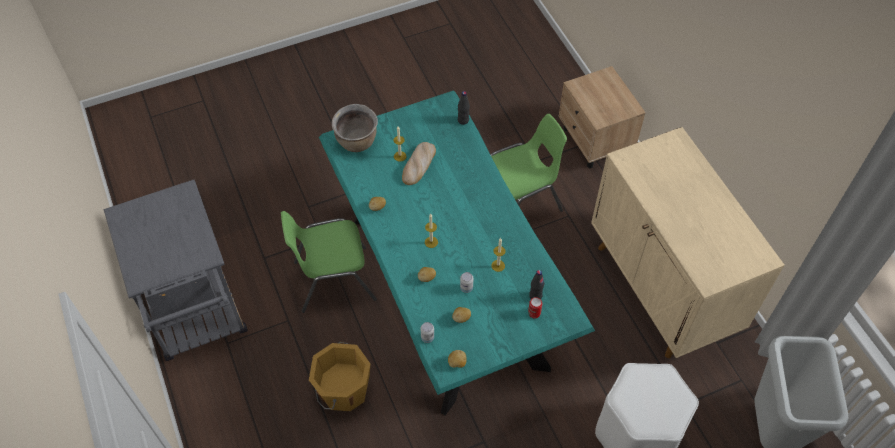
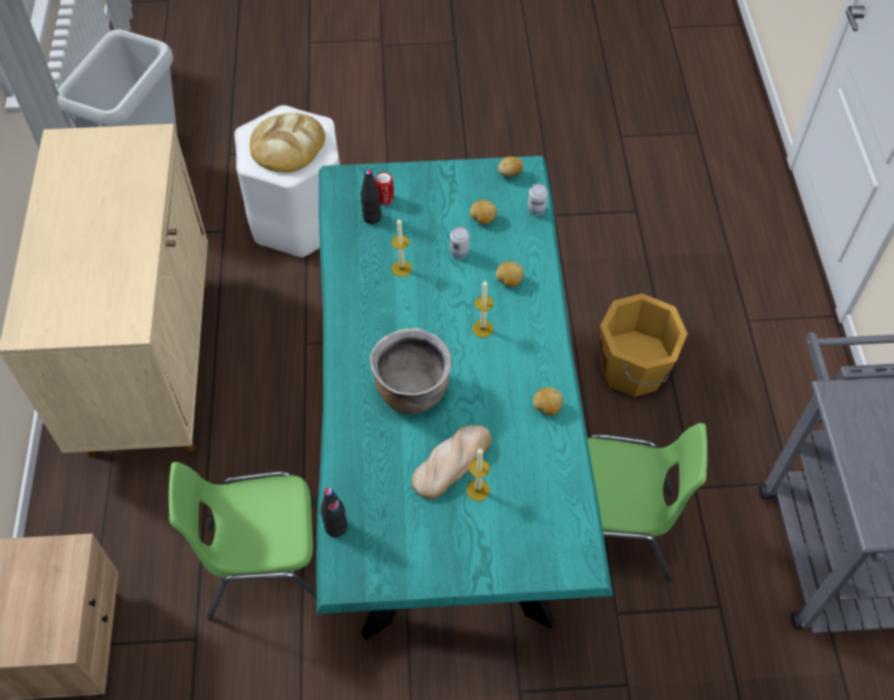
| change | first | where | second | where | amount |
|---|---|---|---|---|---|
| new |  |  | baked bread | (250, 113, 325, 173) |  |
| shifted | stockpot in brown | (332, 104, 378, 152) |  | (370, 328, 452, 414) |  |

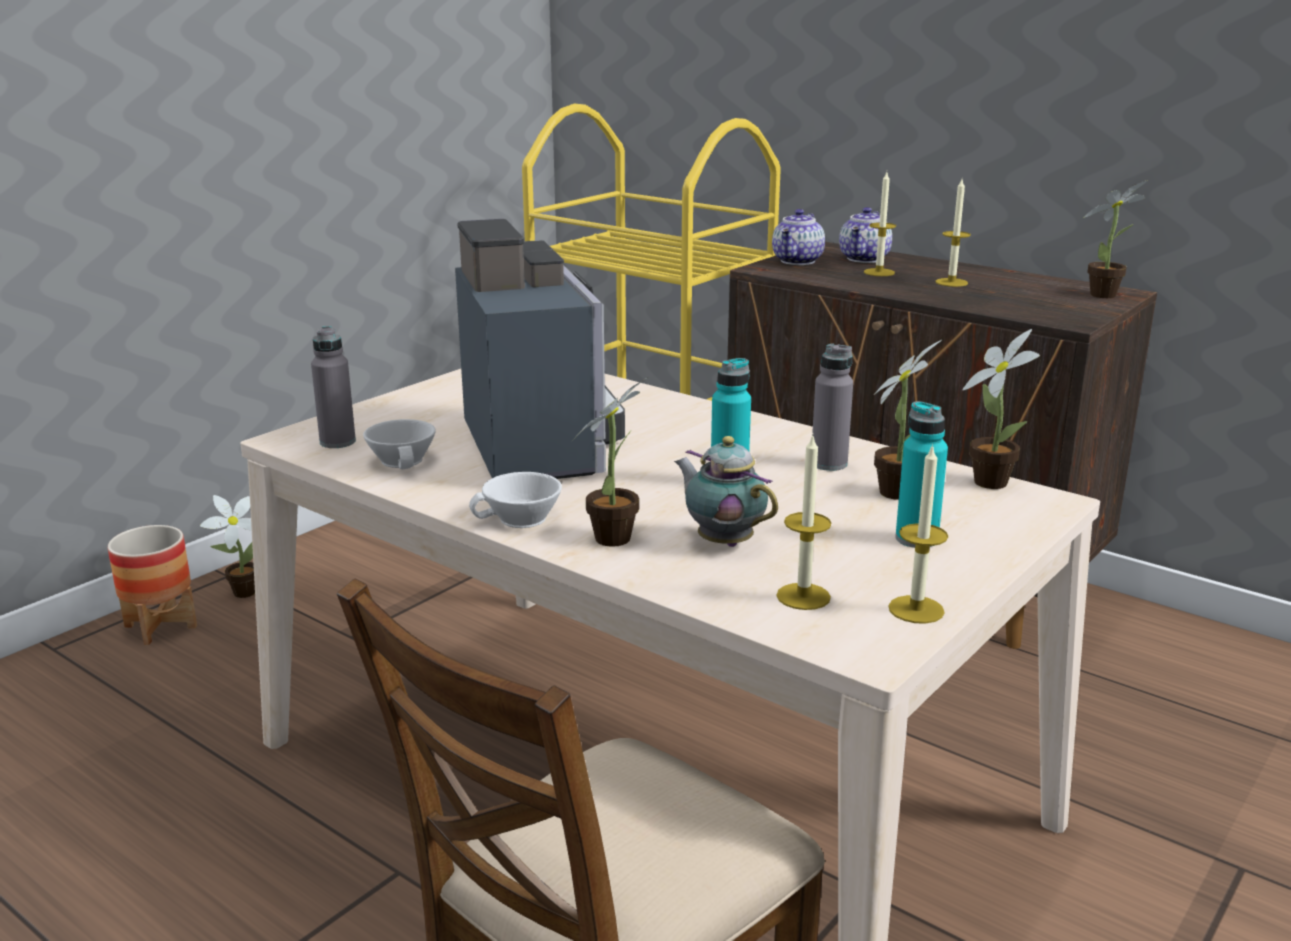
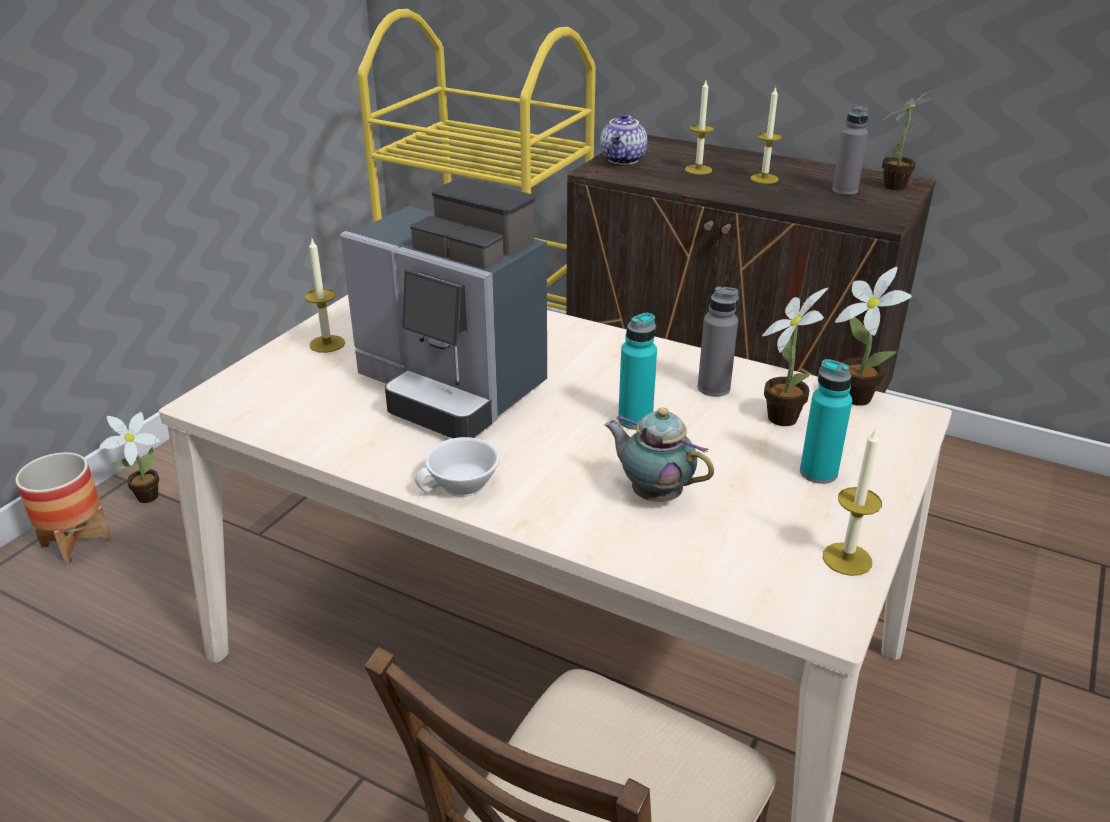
| change | first | where | second | where | amount |
|---|---|---|---|---|---|
| shifted | wax light | (776, 434, 832, 610) |  | (305, 239, 345, 353) |  |
| rotated | coffee brewer | (455, 219, 625, 479) |  | (340, 178, 547, 438) | 150 degrees clockwise |
| shifted | bottle in gray | (311, 326, 356, 448) |  | (832, 105, 869, 195) |  |
| gone | cup in white | (363, 419, 436, 469) |  |  |  |
| gone | plant in a pot | (572, 377, 649, 547) |  |  |  |
| gone | teapot | (839, 207, 892, 263) |  |  |  |

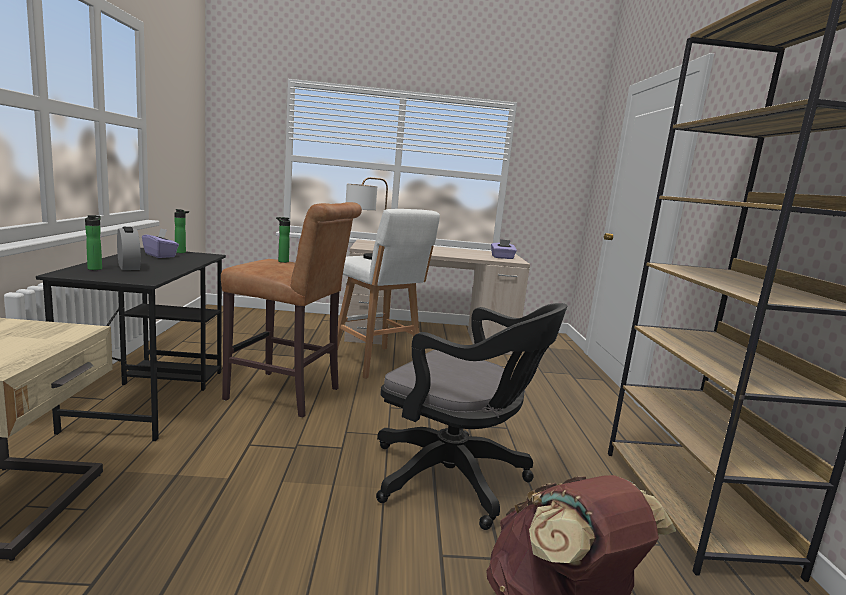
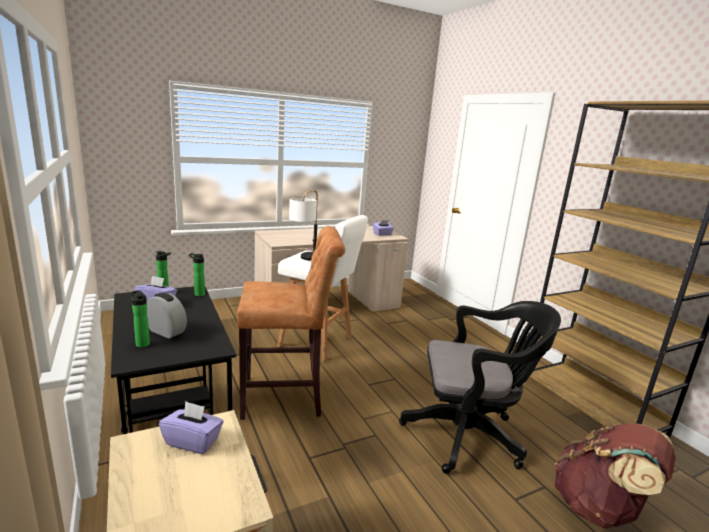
| change | first | where | second | where | amount |
|---|---|---|---|---|---|
| new |  |  | tissue holder in purple | (159, 401, 223, 454) |  |
| shifted | bottle | (276, 217, 290, 263) |  | (189, 253, 205, 297) |  |

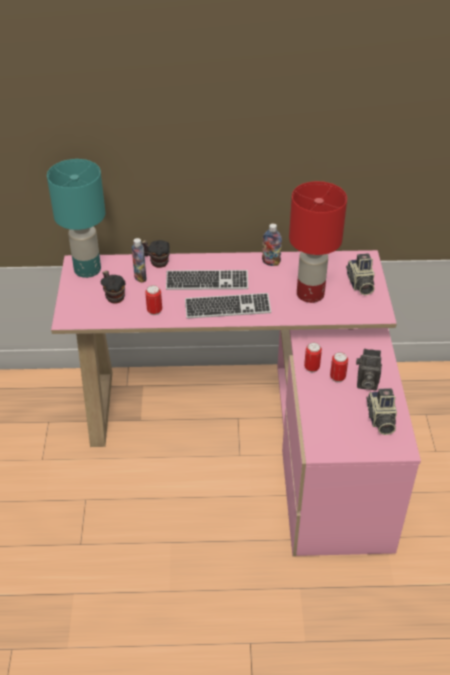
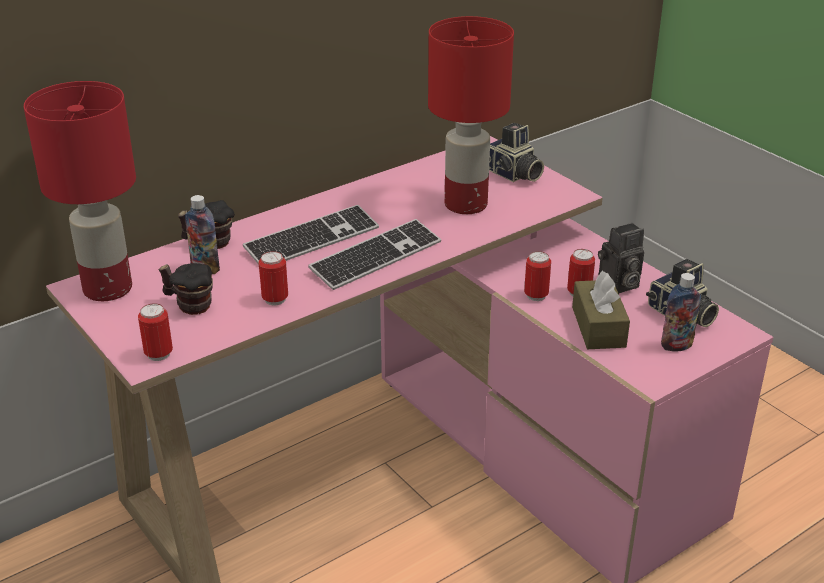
| change | first | where | second | where | amount |
|---|---|---|---|---|---|
| repainted | lamp for a table in blue-green | (47, 159, 105, 278) | lamp for a table in reddish | (24, 81, 136, 301) |  |
| new |  |  | can | (138, 303, 173, 361) |  |
| new |  |  | tissue holder in brown | (572, 271, 630, 349) |  |
| shifted | bottle | (262, 224, 282, 266) |  | (661, 273, 701, 352) |  |

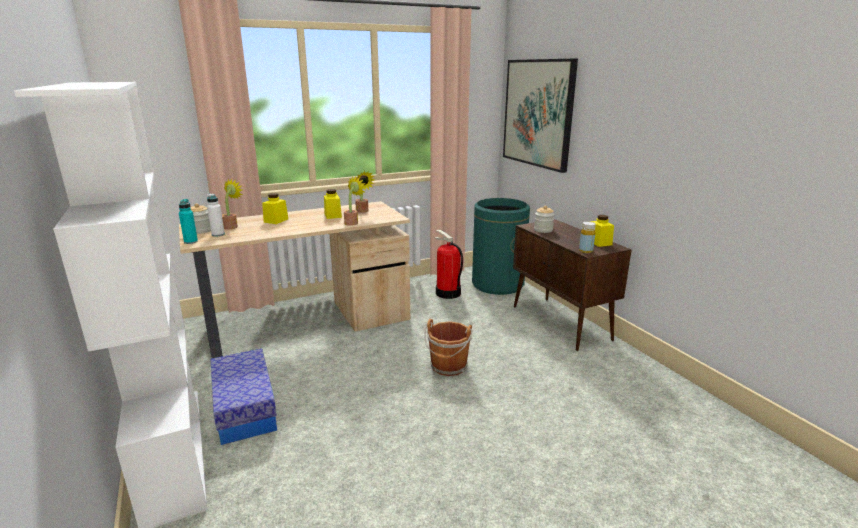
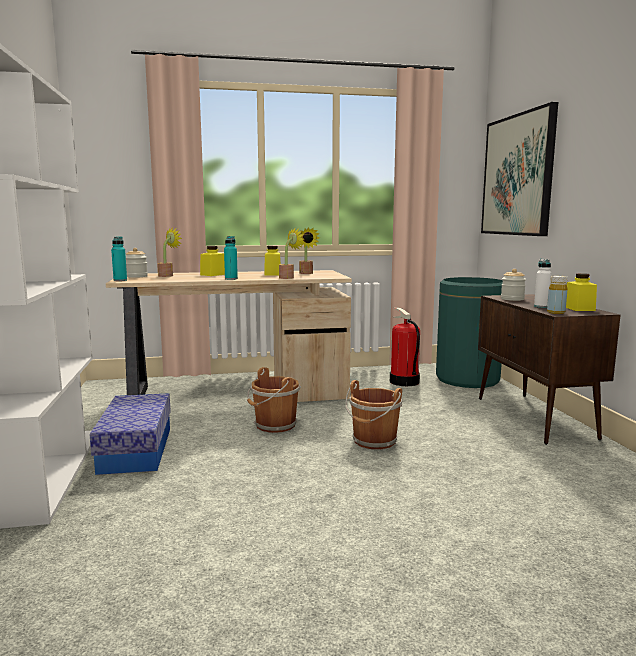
| change | first | where | second | where | amount |
|---|---|---|---|---|---|
| new |  |  | bottle in blue-green | (224, 236, 238, 280) |  |
| new |  |  | pail in brown | (247, 367, 301, 433) |  |
| shifted | bottle in white | (207, 194, 225, 237) |  | (534, 259, 552, 308) |  |

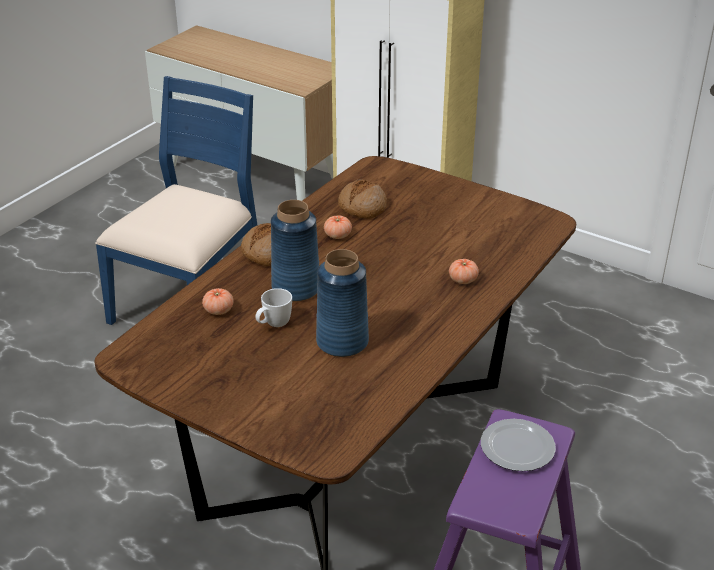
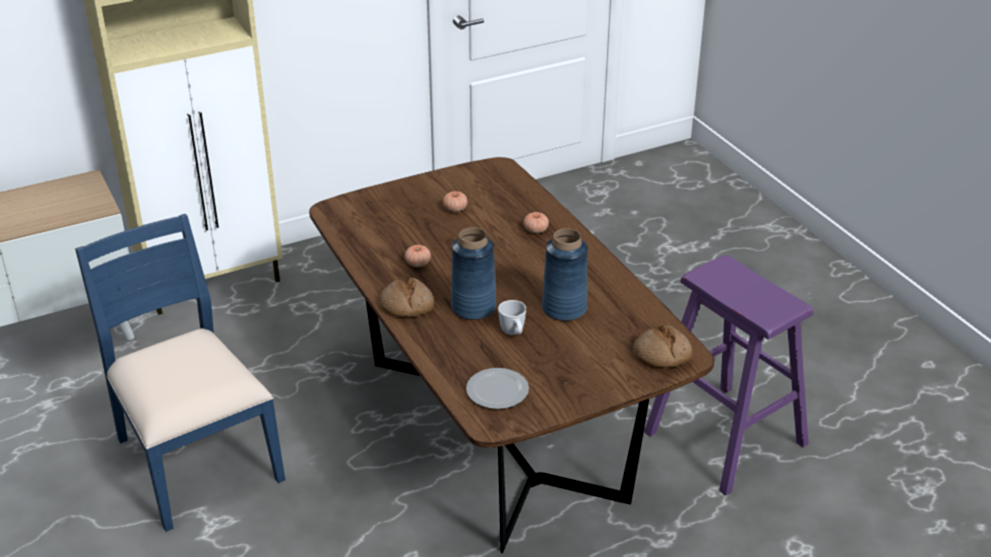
| change | first | where | second | where | amount |
|---|---|---|---|---|---|
| shifted | fresh tomato | (202, 288, 234, 315) |  | (443, 191, 468, 212) |  |
| shifted | flat dish | (481, 419, 556, 471) |  | (466, 368, 529, 409) |  |
| shifted | baked bread | (338, 179, 387, 219) |  | (633, 325, 692, 368) |  |

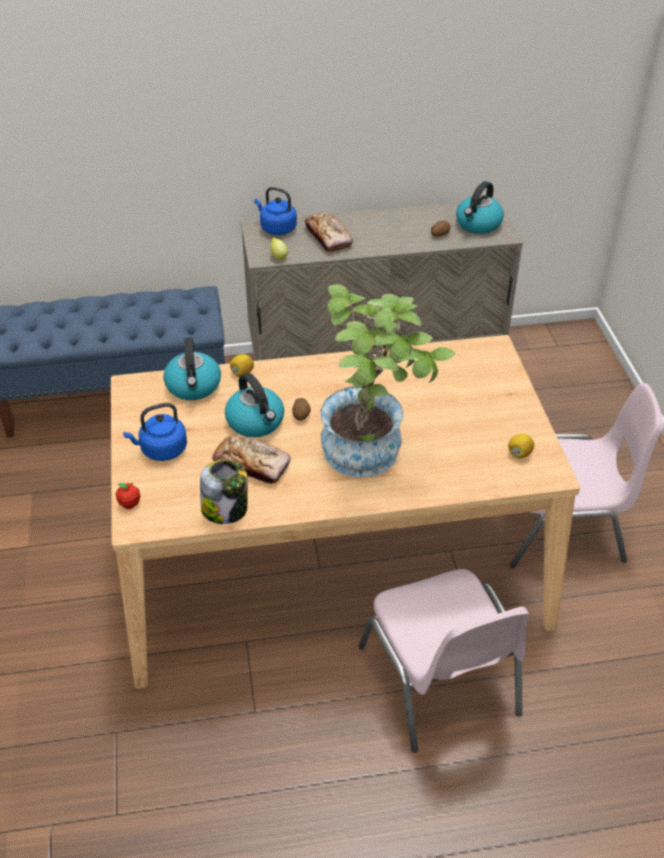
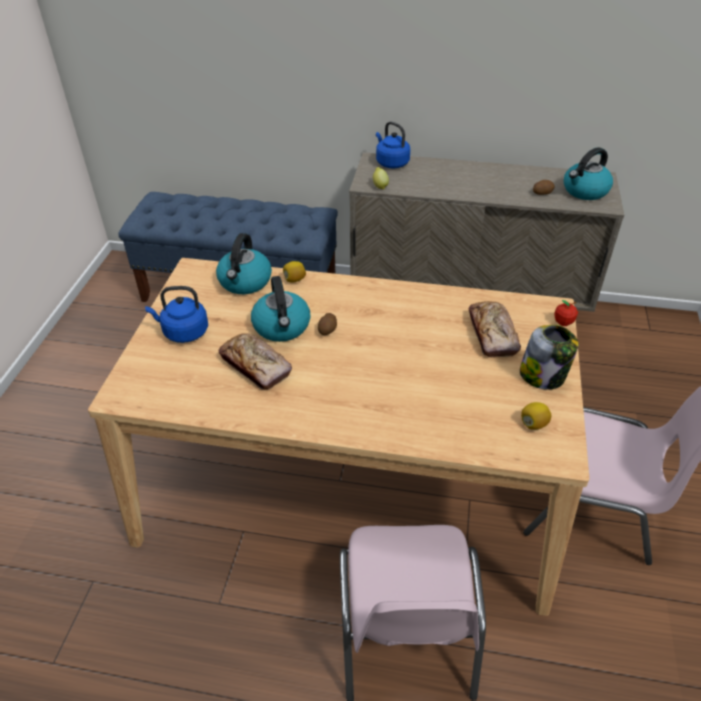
| change | first | where | second | where | amount |
|---|---|---|---|---|---|
| shifted | baked bread | (305, 212, 353, 252) |  | (469, 301, 521, 358) |  |
| shifted | preserve jar | (200, 460, 248, 524) |  | (520, 325, 579, 390) |  |
| shifted | whole apple | (115, 483, 140, 509) |  | (554, 300, 578, 326) |  |
| gone | plant in a pot | (320, 284, 456, 477) |  |  |  |

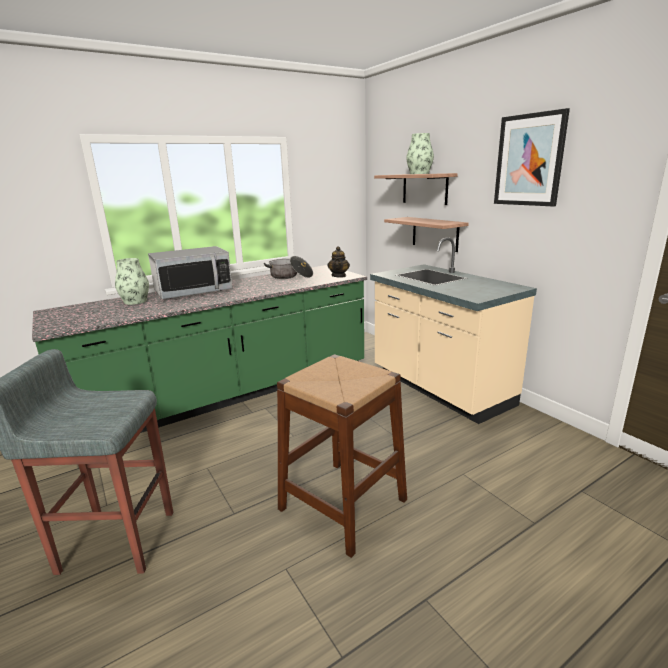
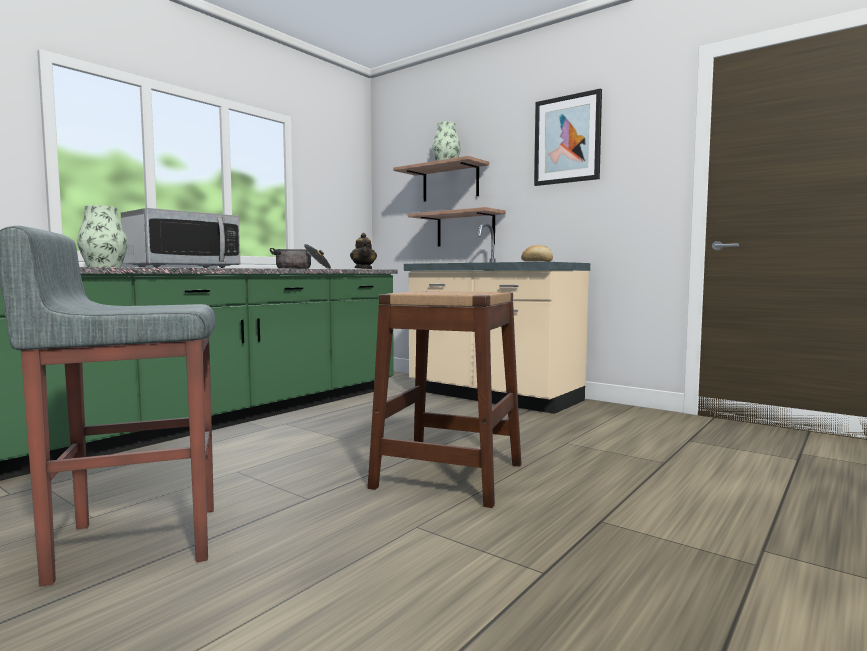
| change | first | where | second | where | amount |
|---|---|---|---|---|---|
| new |  |  | baked bread | (521, 245, 553, 262) |  |

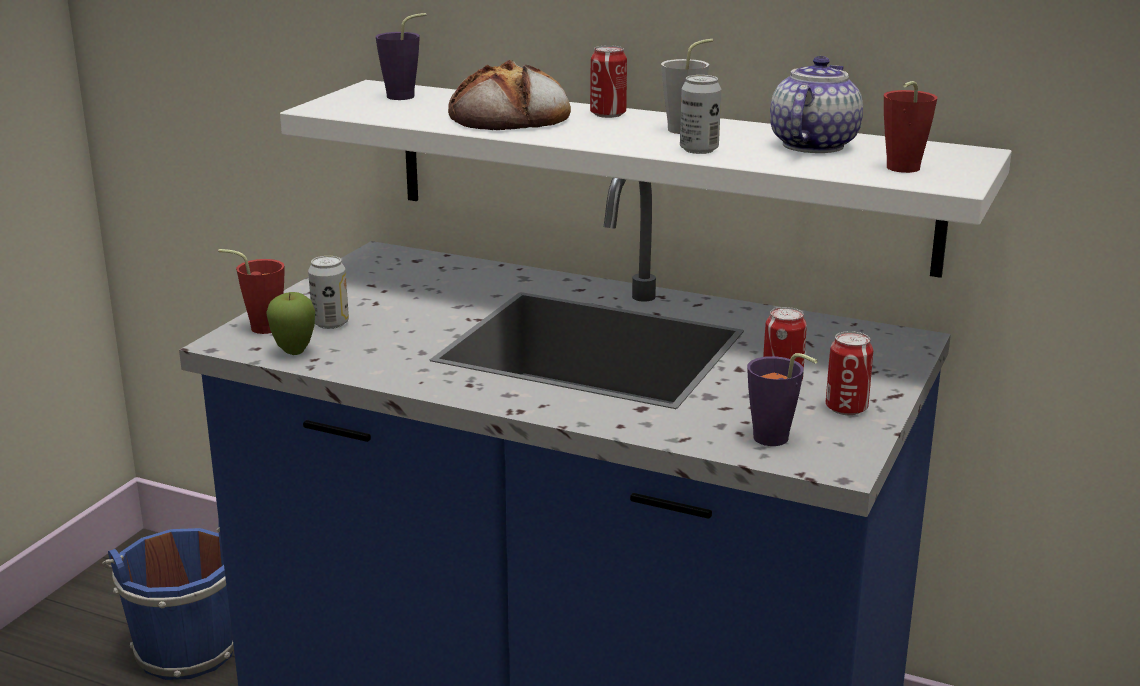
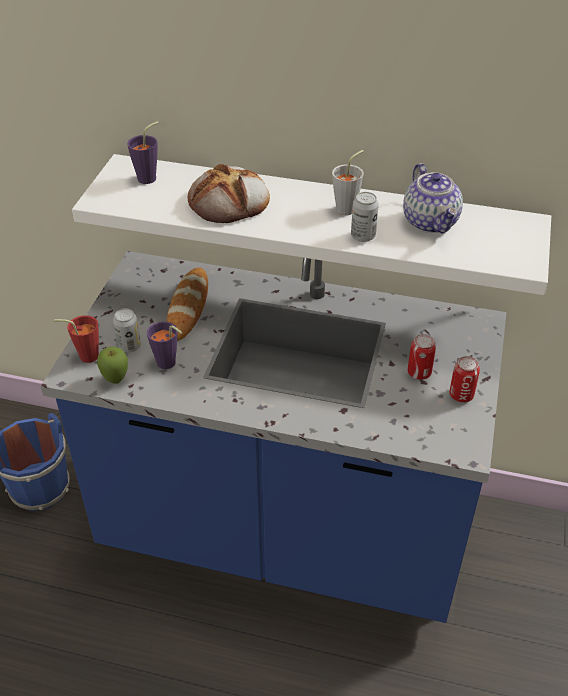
| change | first | where | second | where | amount |
|---|---|---|---|---|---|
| shifted | cup in purple | (747, 353, 818, 446) |  | (147, 321, 182, 369) |  |
| new |  |  | baked bread | (167, 267, 208, 341) |  |
| rotated | teapot | (770, 56, 863, 153) |  | (403, 163, 463, 234) | 150 degrees clockwise |
| gone | can | (590, 45, 627, 118) |  |  |  |
| gone | cup in reddish | (884, 81, 937, 173) |  |  |  |

